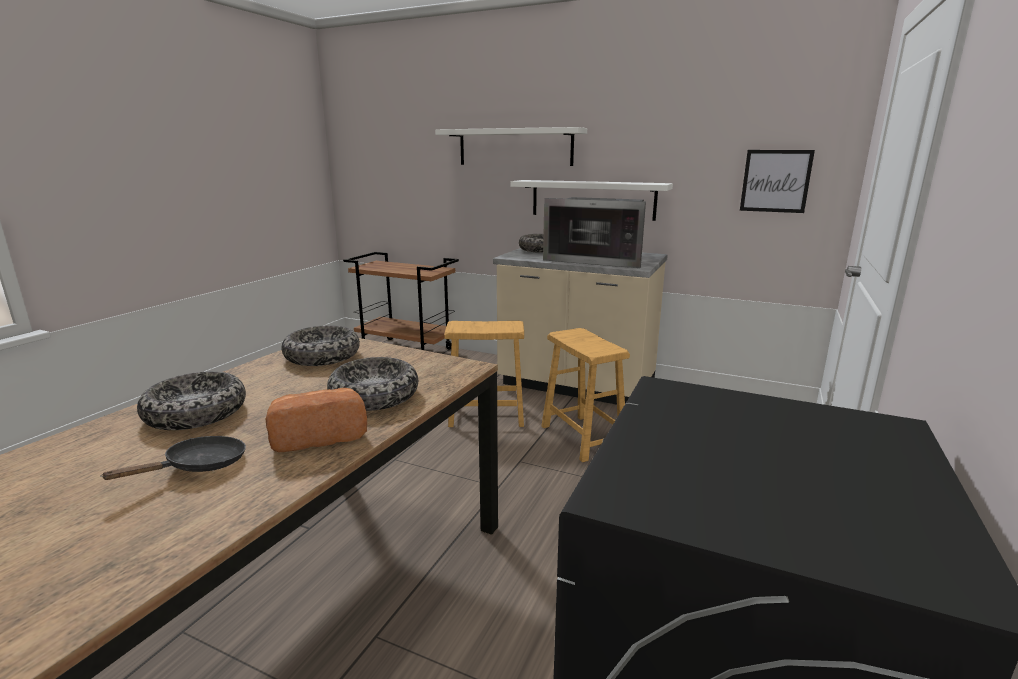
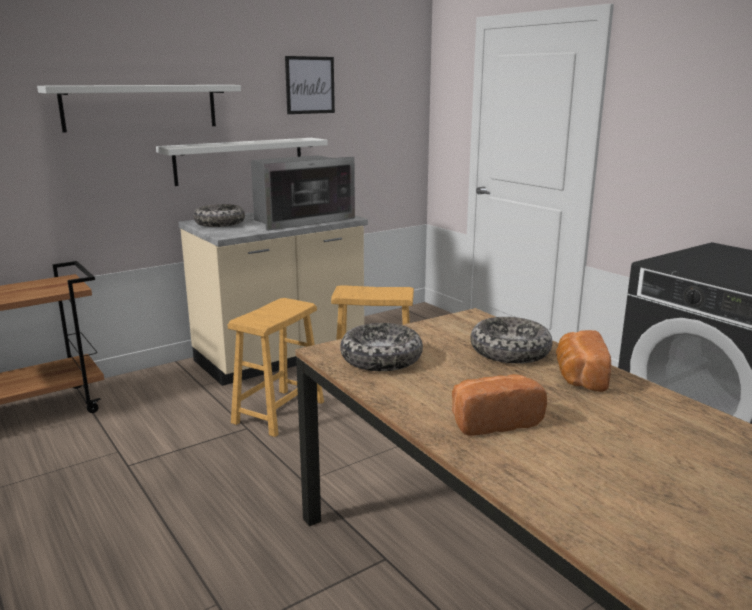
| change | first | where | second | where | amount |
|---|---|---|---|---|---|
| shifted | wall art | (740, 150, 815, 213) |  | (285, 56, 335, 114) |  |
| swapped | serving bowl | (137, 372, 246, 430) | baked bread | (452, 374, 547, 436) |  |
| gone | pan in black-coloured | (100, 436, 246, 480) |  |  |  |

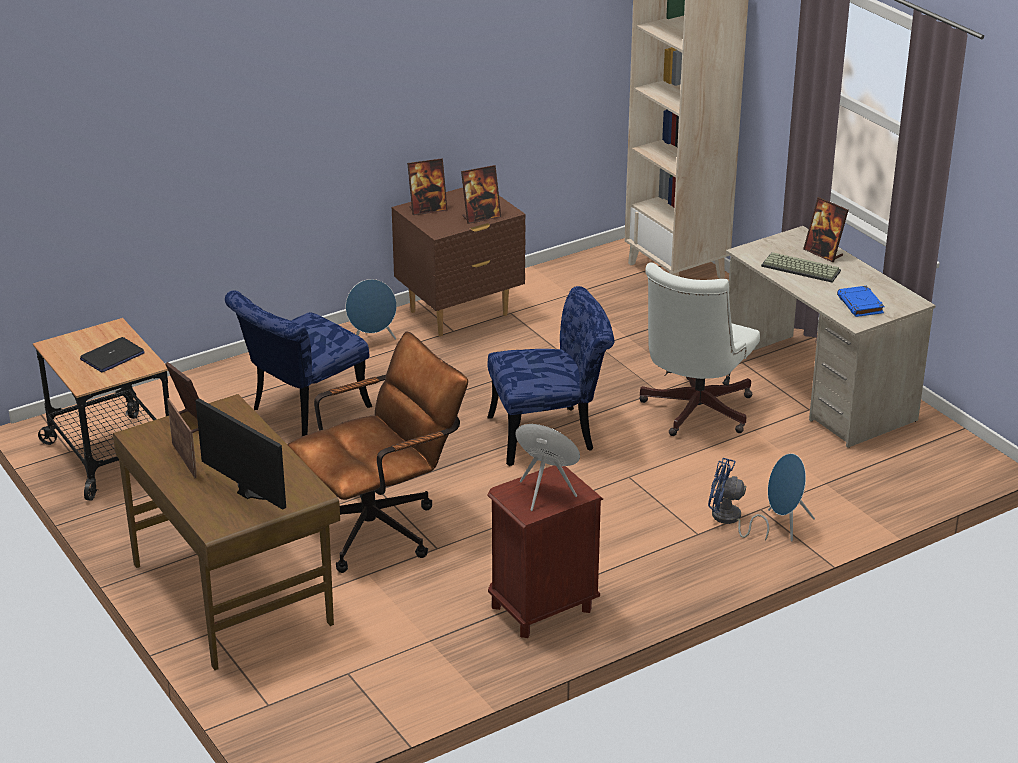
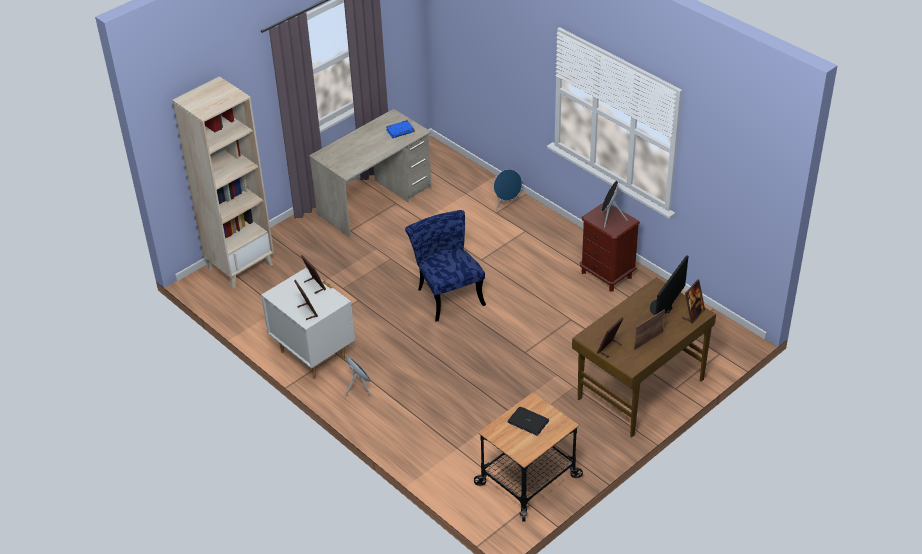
| change | first | where | second | where | amount |
|---|---|---|---|---|---|
| repainted | nightstand in brown | (392, 188, 526, 336) | nightstand in white | (261, 268, 355, 379) |  |
| shifted | standing frame | (803, 197, 849, 262) |  | (682, 279, 705, 324) |  |
| gone | chair in blue-coloured | (225, 290, 372, 436) |  |  |  |
| gone | office chair in brown | (287, 332, 468, 573) |  |  |  |
| gone | office chair in white | (639, 262, 760, 436) |  |  |  |
| gone | electric fan in blue-coloured | (708, 458, 769, 540) |  |  |  |
| gone | computer keyboard | (761, 252, 841, 283) |  |  |  |

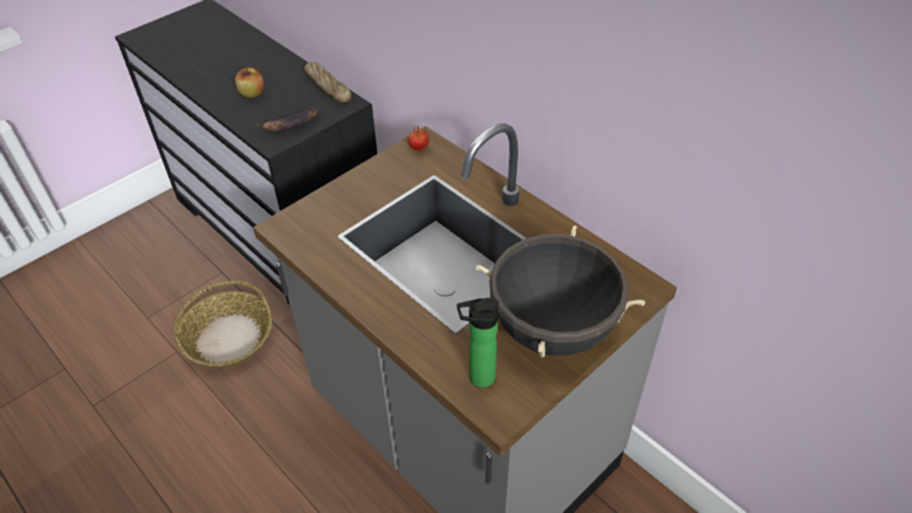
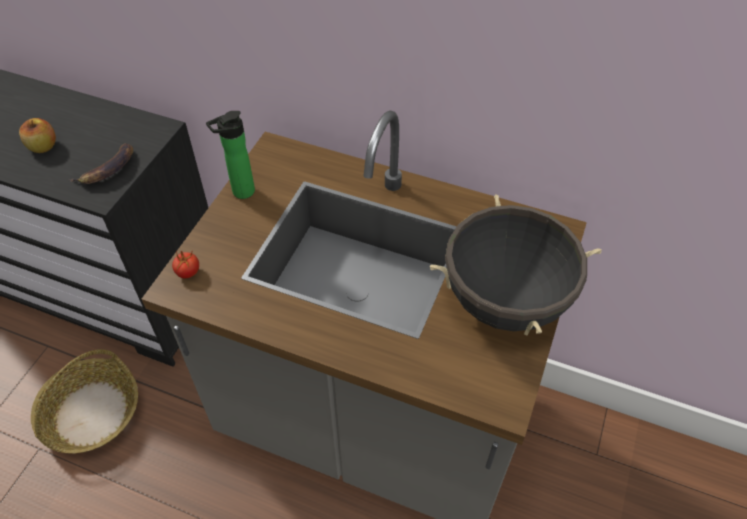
| change | first | where | second | where | amount |
|---|---|---|---|---|---|
| shifted | fresh tomato | (408, 125, 429, 150) |  | (172, 251, 199, 278) |  |
| shifted | bottle | (457, 298, 499, 388) |  | (206, 111, 255, 199) |  |
| gone | baked bread | (304, 62, 351, 103) |  |  |  |

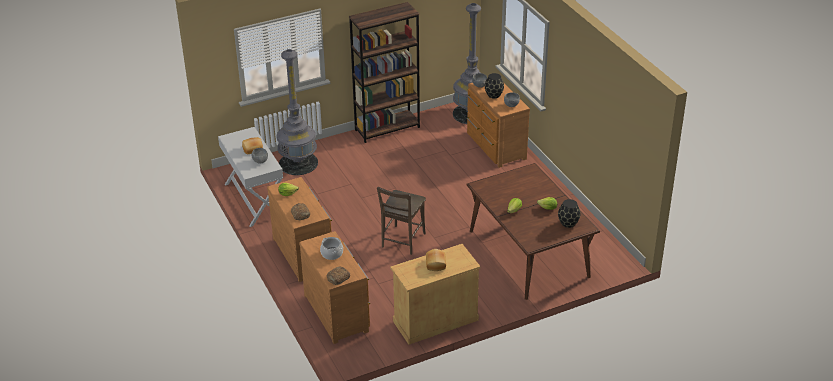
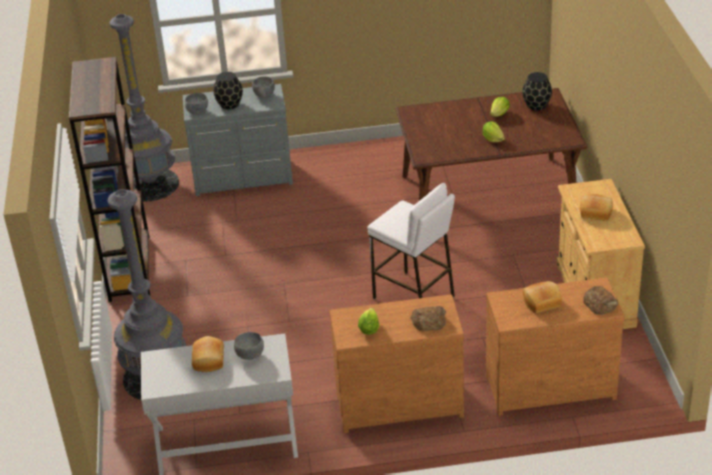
| change | first | where | second | where | amount |
|---|---|---|---|---|---|
| repainted | dresser in brown | (467, 83, 530, 168) | dresser in gray | (183, 84, 293, 196) |  |
| swapped | chair in brown | (377, 187, 426, 255) | stool seat in white | (367, 183, 455, 299) |  |
| swapped | stockpot | (320, 237, 343, 260) | baked bread | (523, 281, 562, 313) |  |

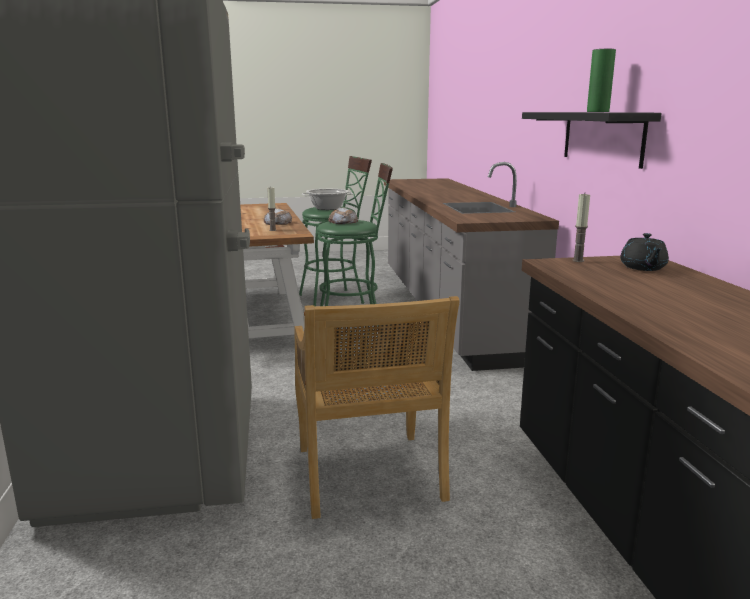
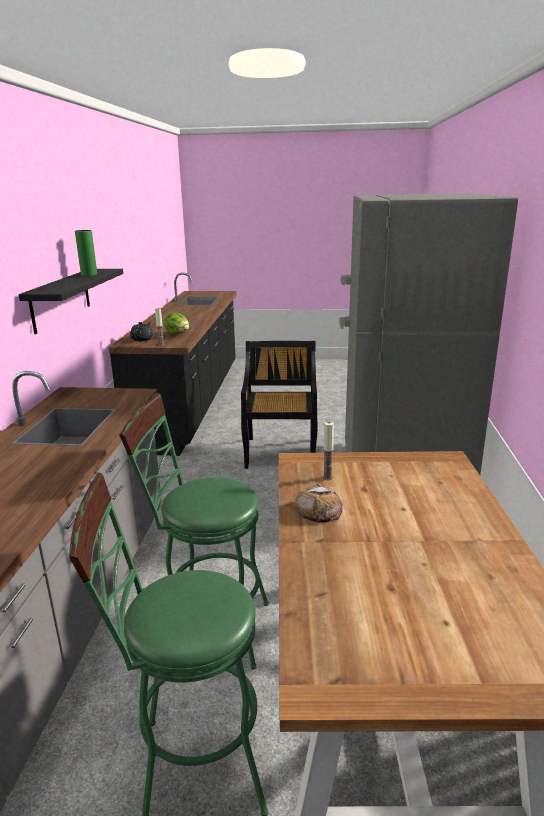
| change | first | where | second | where | amount |
|---|---|---|---|---|---|
| new |  |  | lettuce | (164, 313, 189, 334) |  |
| repainted | chair in beige-coloured | (294, 296, 460, 519) | chair in black-coloured | (241, 341, 317, 469) |  |
| gone | stockpot | (302, 189, 353, 210) |  |  |  |
| gone | baked bread | (328, 207, 358, 224) |  |  |  |

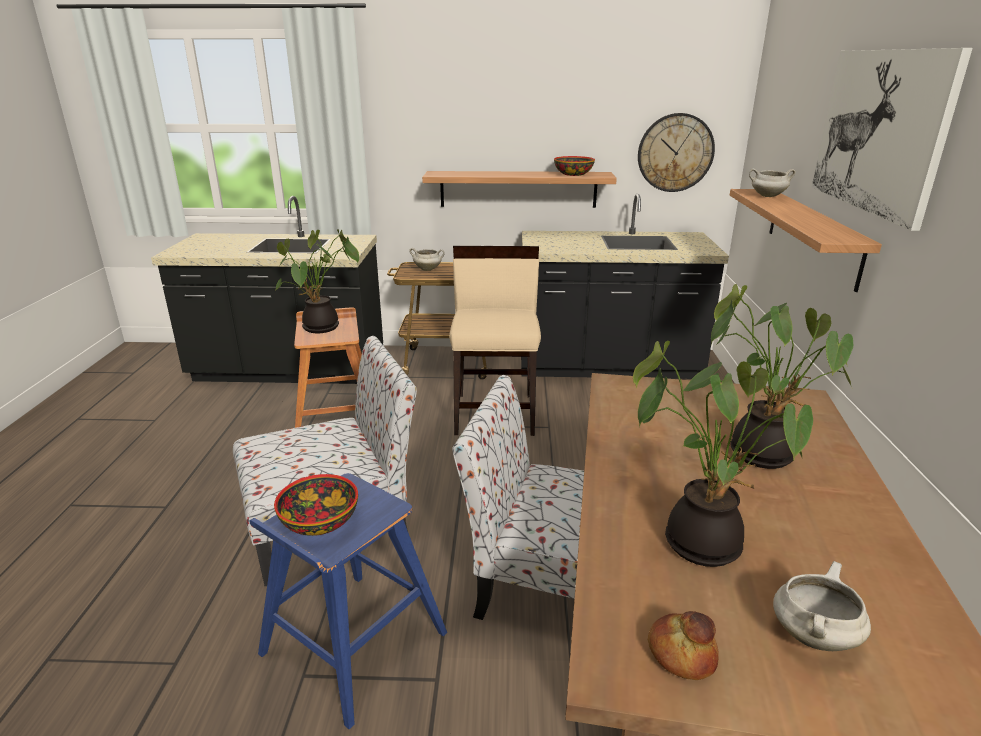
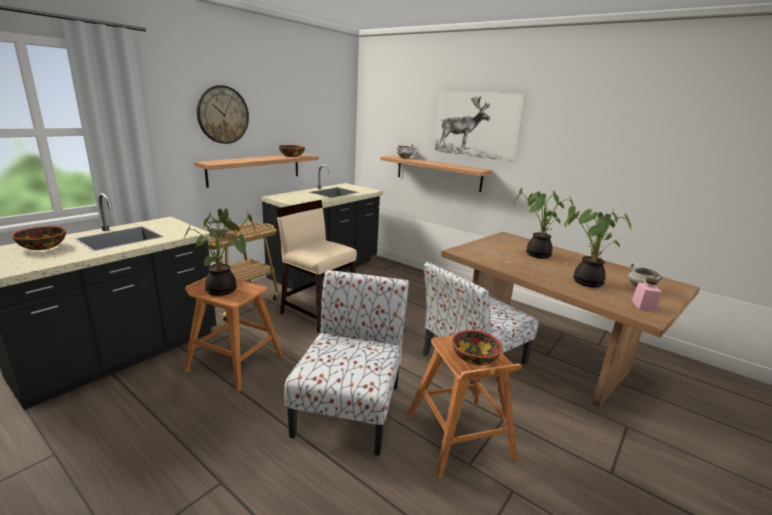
| change | first | where | second | where | amount |
|---|---|---|---|---|---|
| new |  |  | serving bowl | (12, 226, 66, 250) |  |
| shifted | wall clock | (638, 113, 715, 192) |  | (197, 85, 249, 144) |  |
| repainted | stool seat in blue-coloured | (249, 473, 447, 729) | stool seat in brown | (408, 335, 522, 478) |  |
| swapped | baked bread | (648, 611, 719, 680) | preserve jar in pinkish | (632, 278, 662, 312) |  |

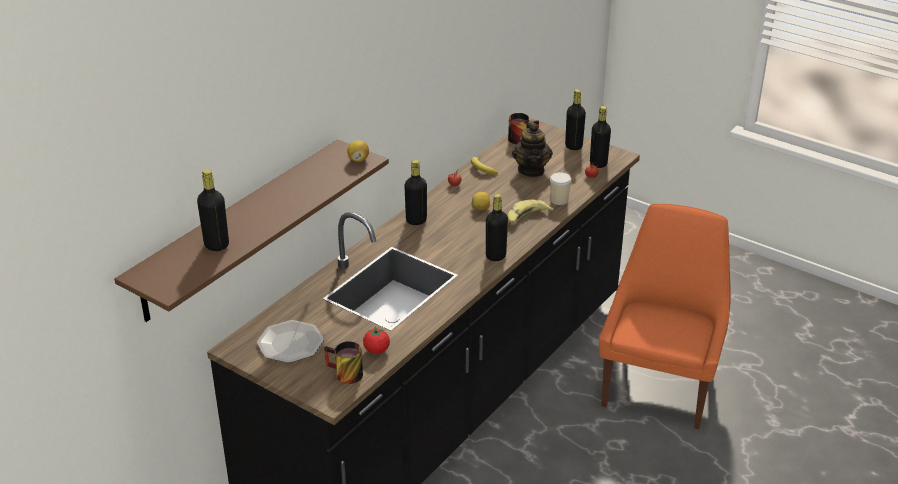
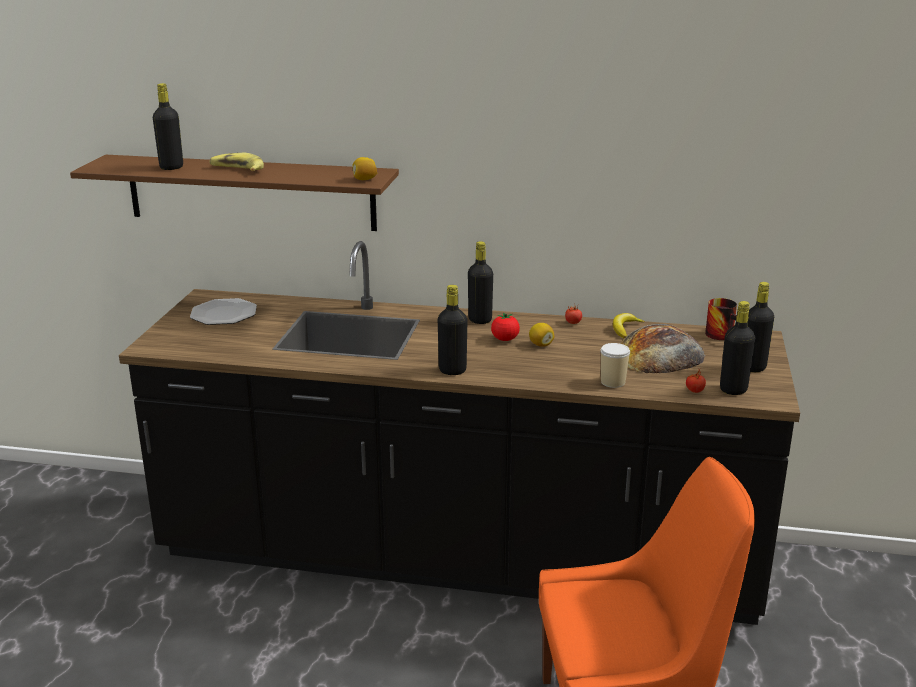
| change | first | where | second | where | amount |
|---|---|---|---|---|---|
| shifted | banana fruit | (507, 199, 554, 225) |  | (209, 153, 264, 171) |  |
| shifted | fresh tomato | (363, 326, 390, 354) |  | (491, 312, 520, 341) |  |
| swapped | teapot | (512, 121, 553, 177) | baked bread | (620, 324, 705, 373) |  |
| gone | mug | (324, 341, 363, 384) |  |  |  |

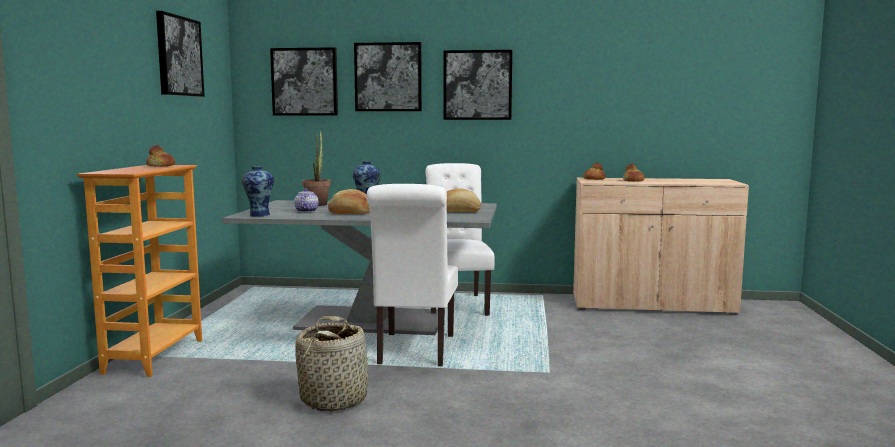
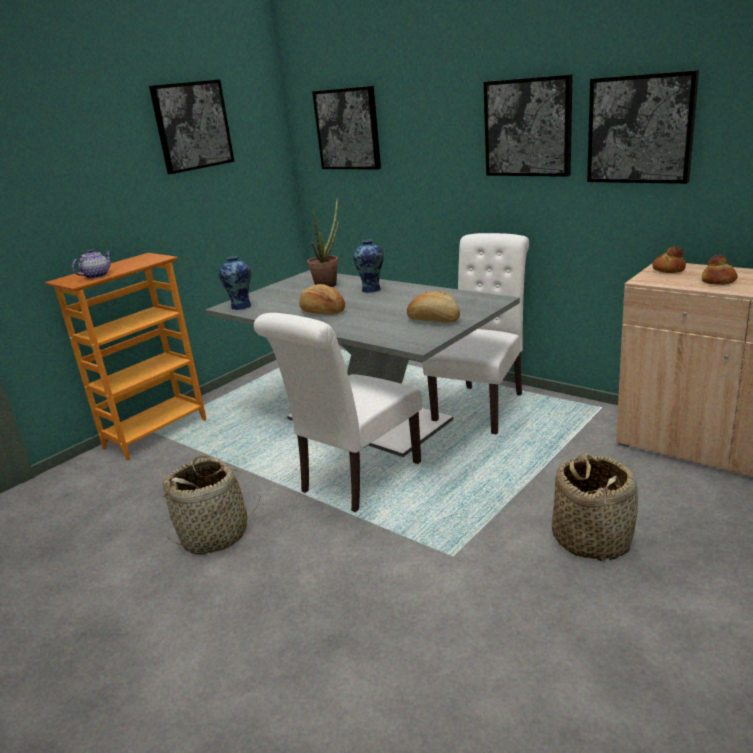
| change | first | where | second | where | amount |
|---|---|---|---|---|---|
| shifted | teapot | (294, 188, 319, 212) |  | (72, 249, 111, 279) |  |
| new |  |  | basket | (552, 453, 638, 562) |  |
| shifted | wall art | (354, 42, 422, 111) |  | (587, 70, 699, 184) |  |
| gone | baked bread | (146, 145, 175, 167) |  |  |  |

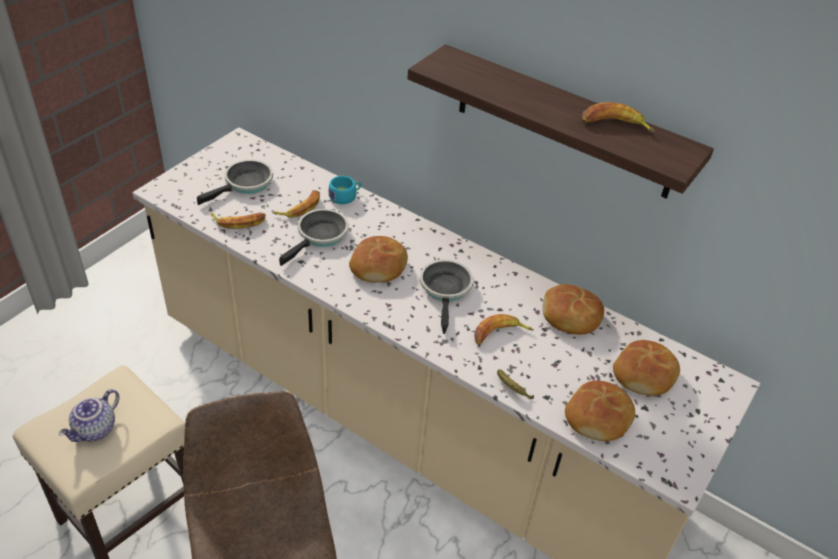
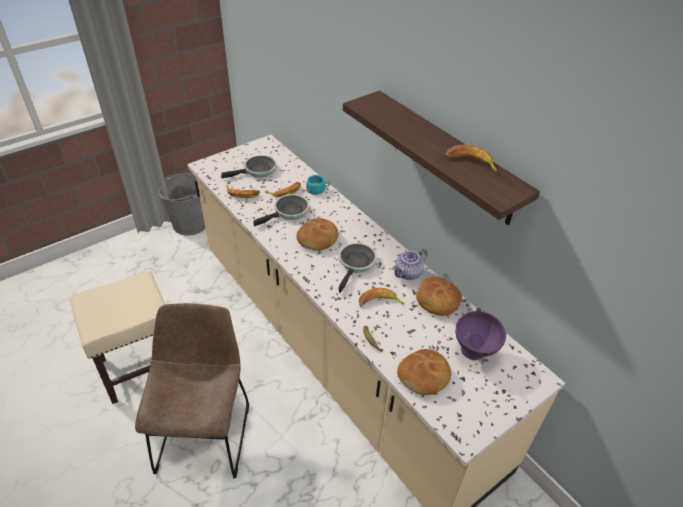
| change | first | where | second | where | amount |
|---|---|---|---|---|---|
| new |  |  | pail in gray | (159, 173, 206, 236) |  |
| shifted | teapot | (59, 389, 119, 442) |  | (392, 249, 428, 280) |  |
| swapped | baked bread | (613, 340, 680, 396) | serving bowl in purple | (456, 308, 506, 360) |  |

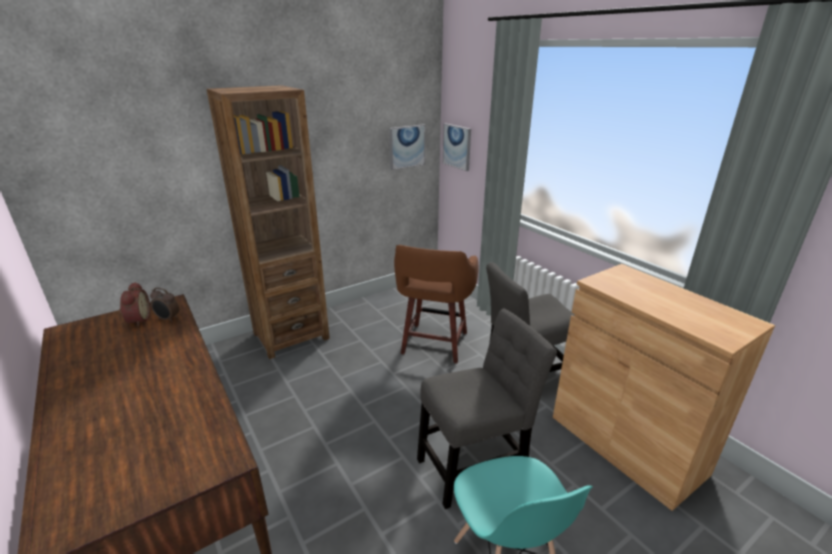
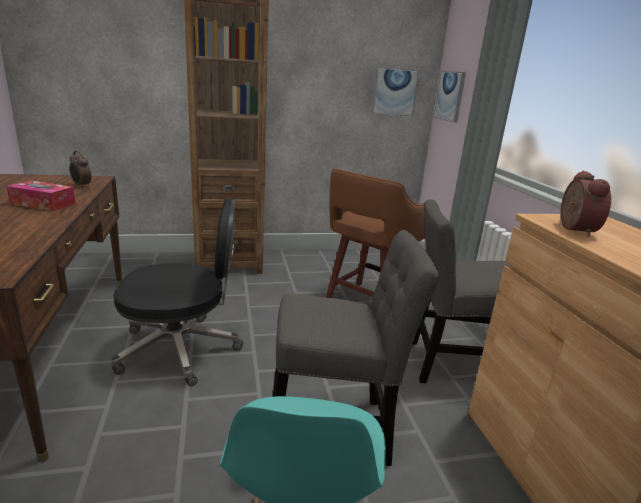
| change | first | where | second | where | amount |
|---|---|---|---|---|---|
| new |  |  | tissue holder | (6, 180, 76, 211) |  |
| new |  |  | office chair in black-coloured | (111, 198, 243, 386) |  |
| shifted | alarm clock | (119, 282, 150, 327) |  | (561, 171, 611, 237) |  |

